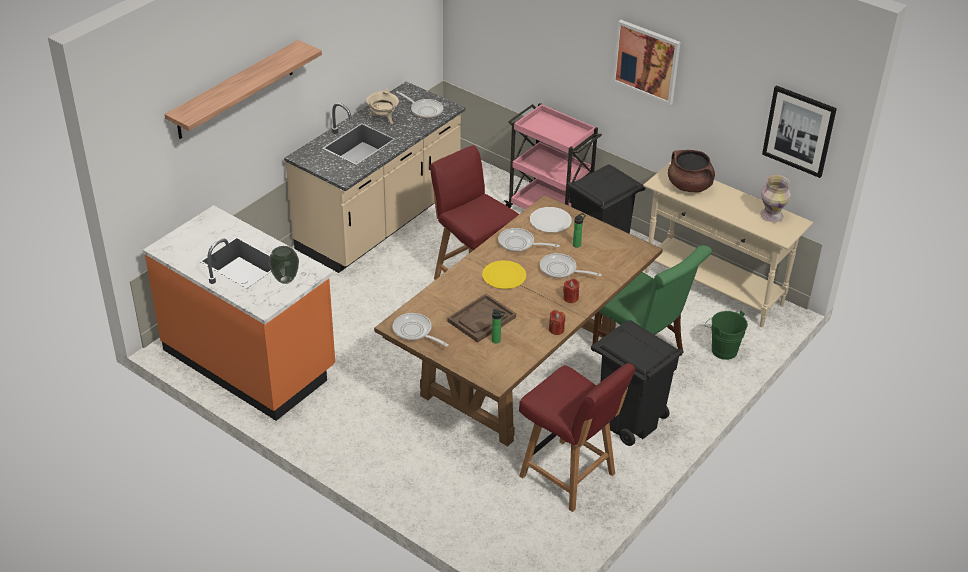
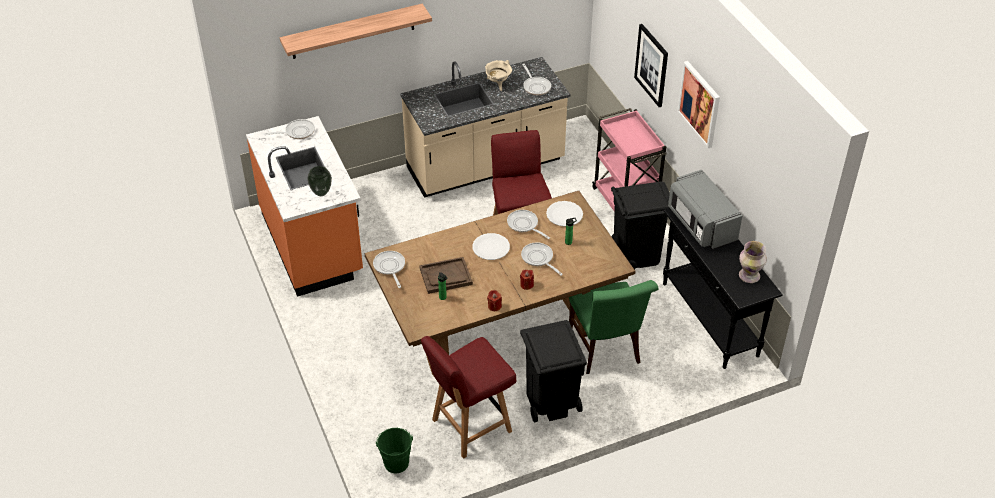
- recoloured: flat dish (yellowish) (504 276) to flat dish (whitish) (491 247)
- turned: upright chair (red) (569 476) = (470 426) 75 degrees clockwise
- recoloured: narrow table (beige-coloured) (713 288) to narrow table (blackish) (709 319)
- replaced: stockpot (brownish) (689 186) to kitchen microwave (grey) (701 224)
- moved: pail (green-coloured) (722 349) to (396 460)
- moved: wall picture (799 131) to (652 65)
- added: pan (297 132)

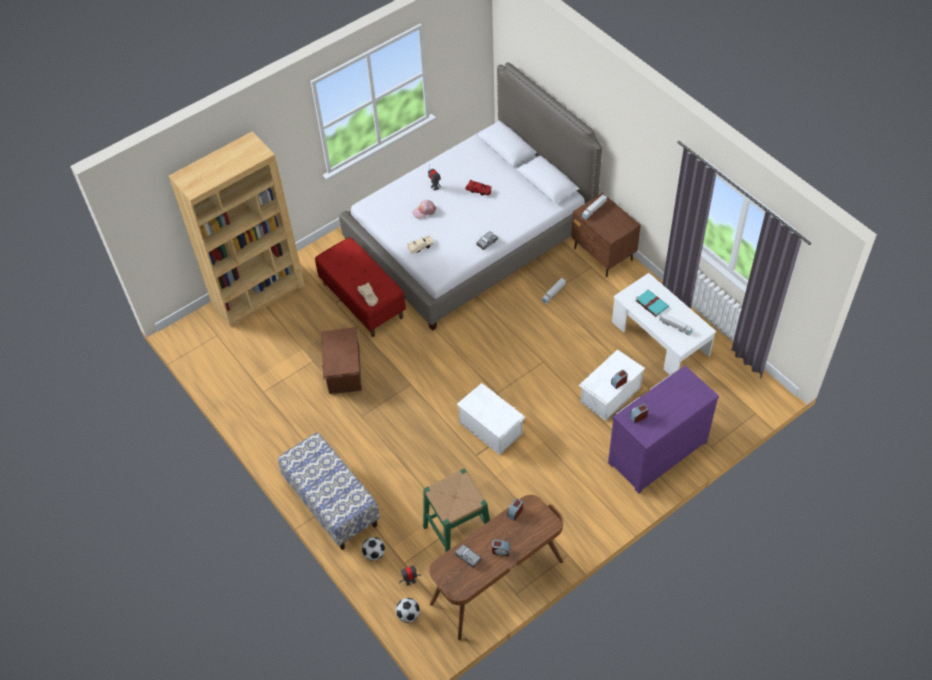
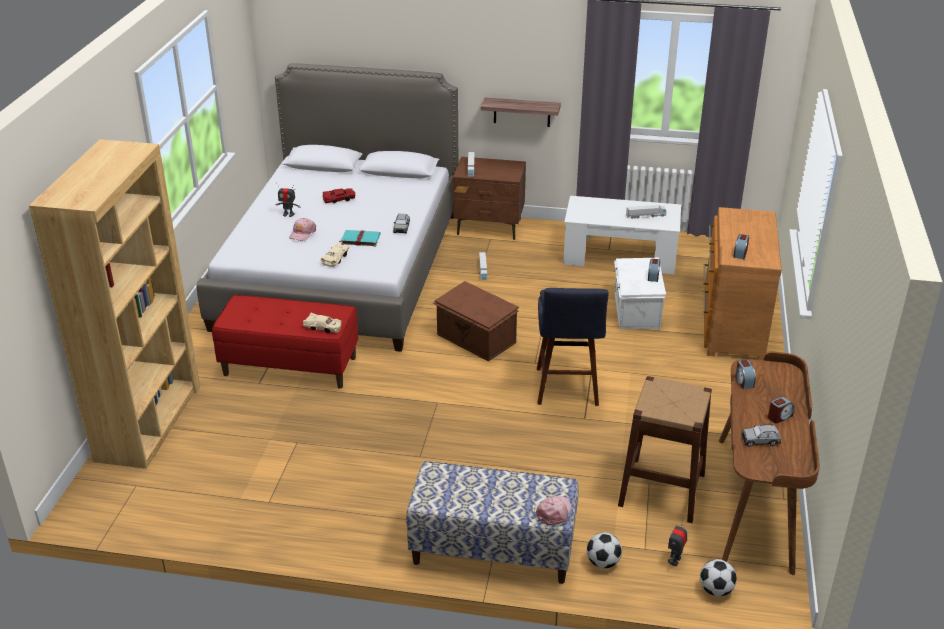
- moved: storage box (brownish) (343 370) to (476 339)
- recoloured: sitting stool (green-coloured) (458 534) to sitting stool (brownish) (661 489)
- replaced: storage box (whitish) (491 427) to sitting stool (bluish) (567 390)
- recoloured: dresser (purplish) (655 451) to dresser (brownish) (731 326)
- moved: bound book (turquoise) (651 303) to (360 239)
- added: bracket shelf (522 112)
- added: cap (pinkish) (554 512)

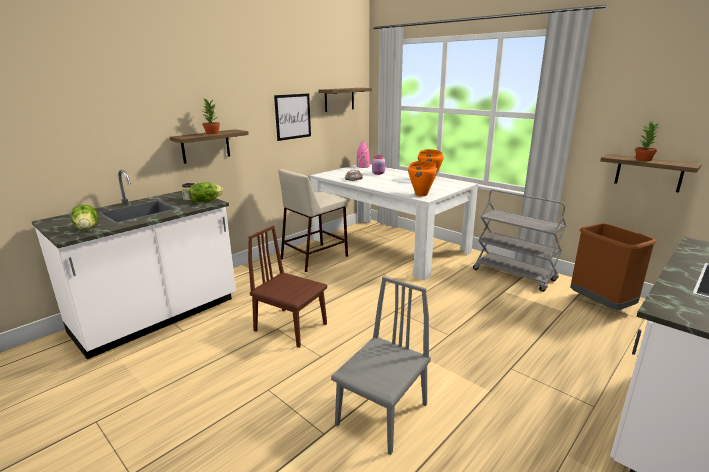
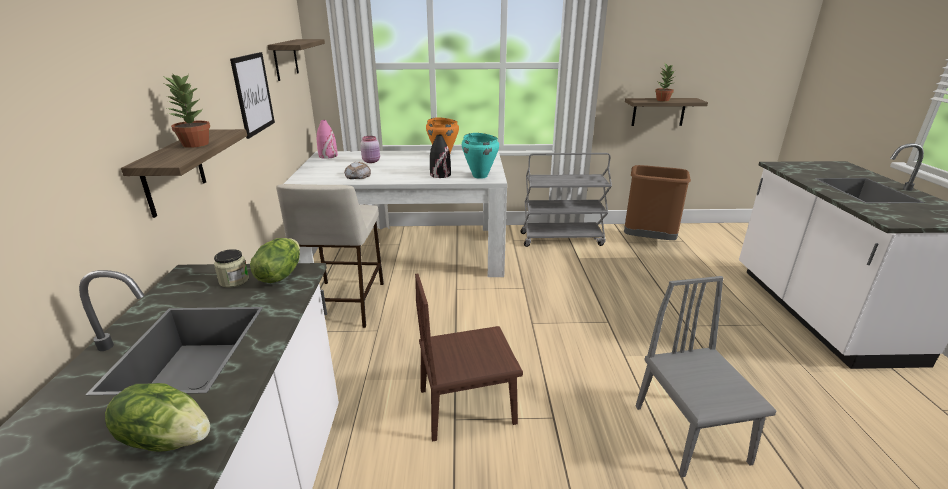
- recoloured: stockpot (orange) (421 194) to stockpot (turquoise) (480 176)
- added: decorative vase (blackish) (440 175)

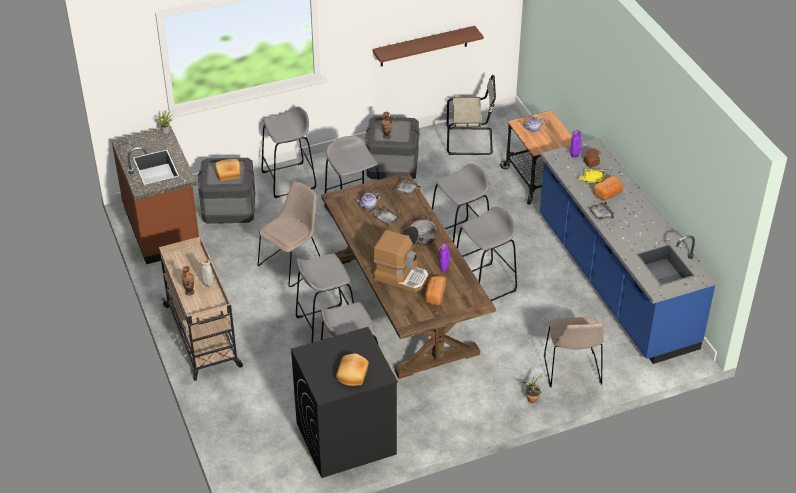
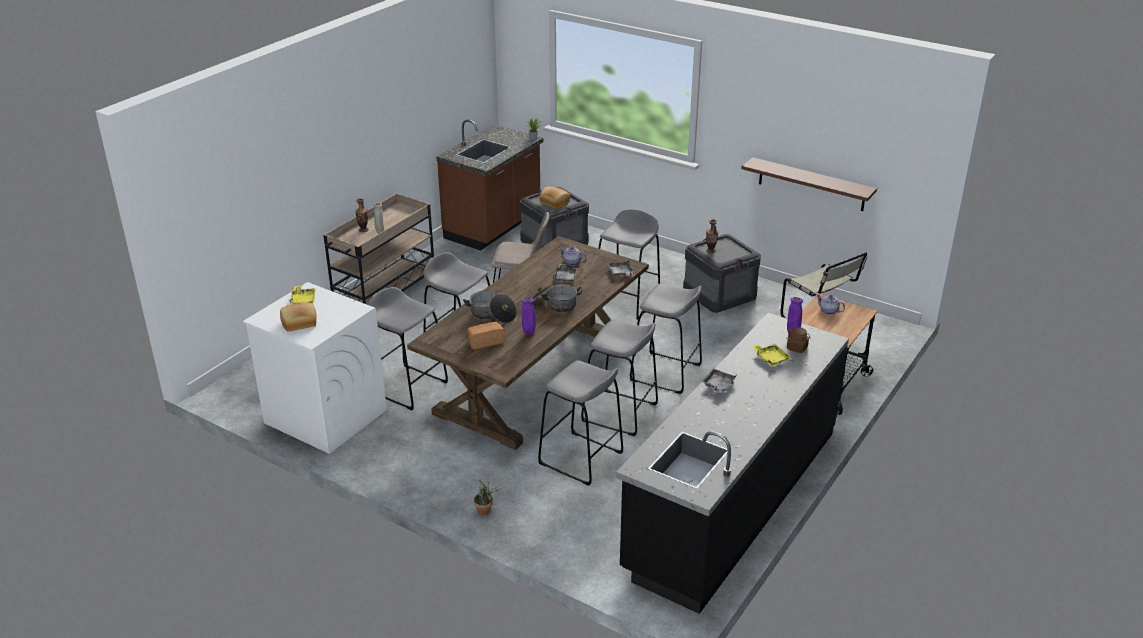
- moved: sitting stool (grey) (289 180) to (581 458)
- recoloured: laundry appliance (blackish) (345 439) to laundry appliance (whitish) (324 416)
- replaced: coffee machine (401 276) to stockpot (492 314)
- recoloured: kitchen base unit (bluish) (614 281) to kitchen base unit (blackish) (732 499)
- removed: upright chair (beige-coloured) (572 371)
- removed: bread (608 194)
- added: serving tray (yellowish) (303 300)

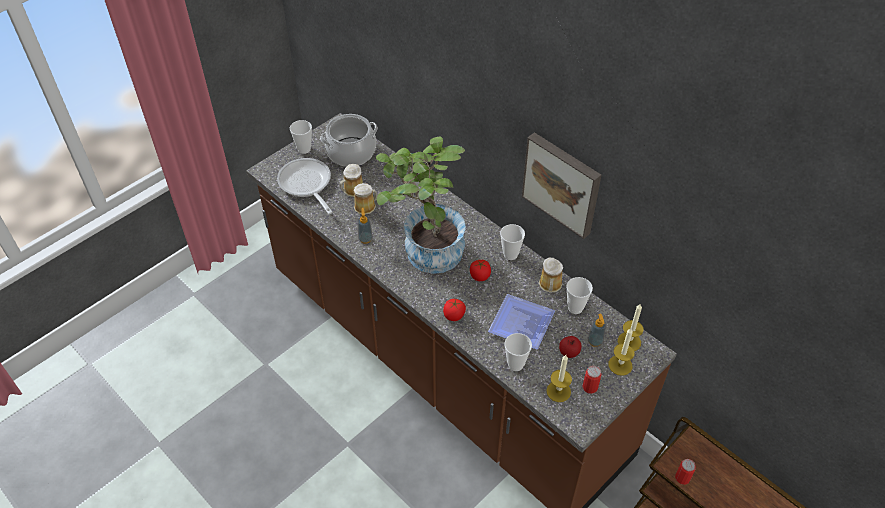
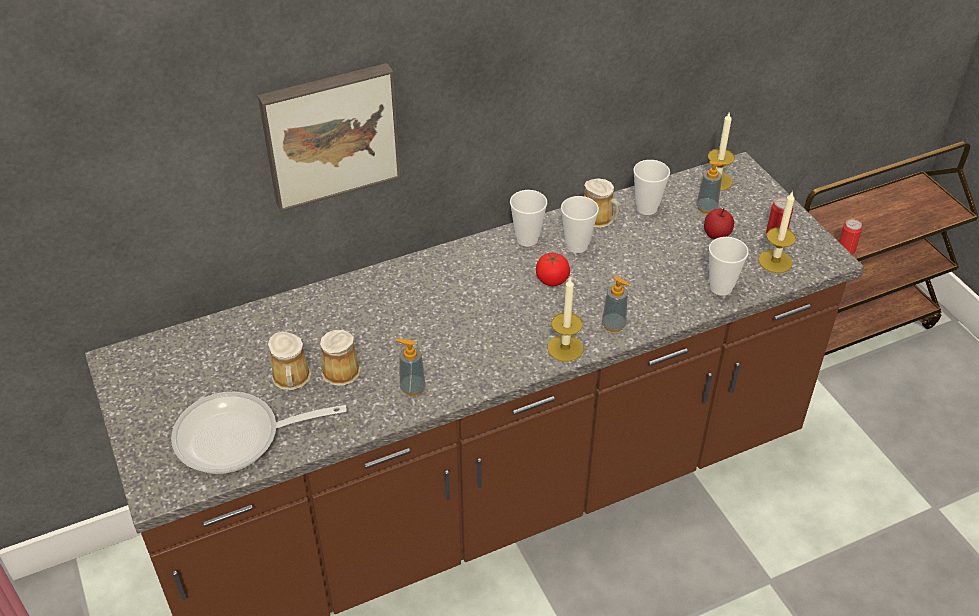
- moved: cup (304 149) to (577 245)
- removed: stockpot (351 152)
- removed: plant in a pot (425 249)
- replaced: fresh tomato (454 315) to soap bottle (613 325)
- removed: flat dish (519 324)
- moved: wall picture (562 183) to (330 134)
- moved: candle (620 365) to (565 348)

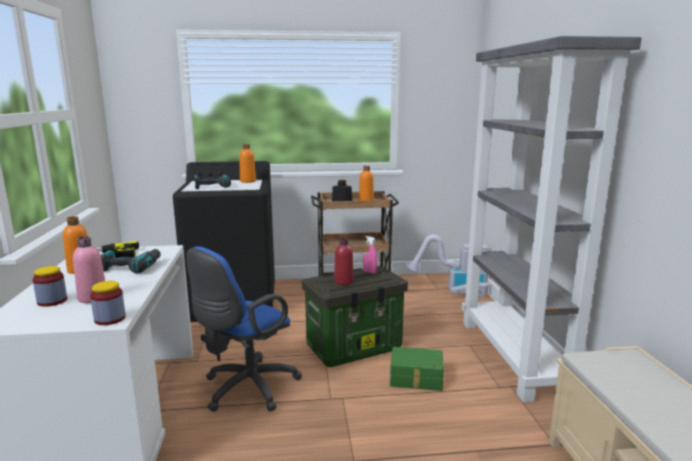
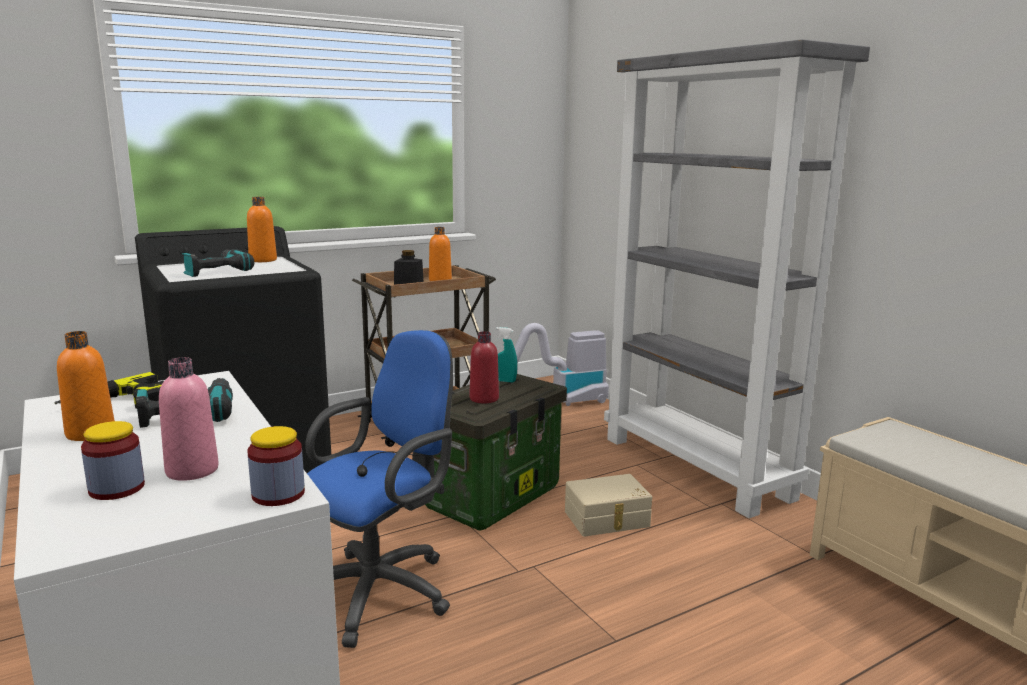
- turned: computer chair (bluish) (246 389) = (382 589) 150 degrees counterclockwise
- recoloured: spray bottle (pinkish) (370 272) to spray bottle (turquoise) (504 381)
- recoloured: storage box (green-coloured) (416 379) to storage box (beige-coloured) (607 520)

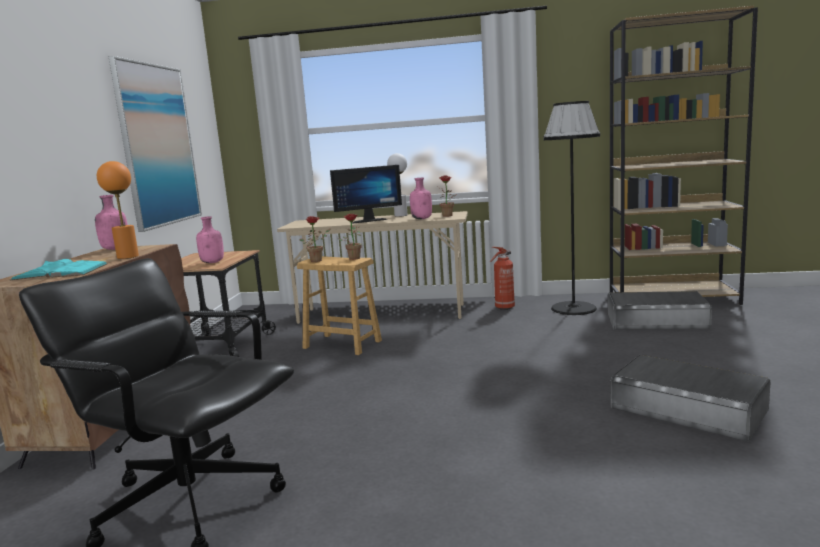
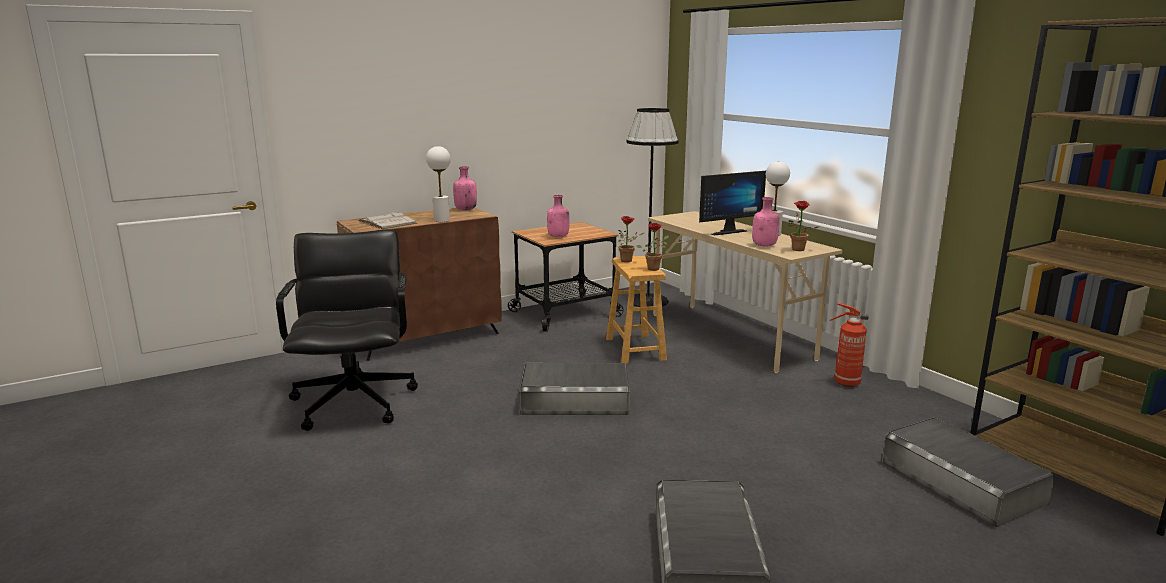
- recoloured: bound book (turquoise) (61 272) to bound book (whitish) (387 222)
- recoloured: table lamp (orange) (128 257) to table lamp (whitish) (442 220)
- removed: wall picture (158 145)
- turned: computer screen (368 220) = (726 231) 60 degrees counterclockwise
- moved: floor lamp (blackish) (573 308) to (648 301)
- added: storage box (grey) (574 400)

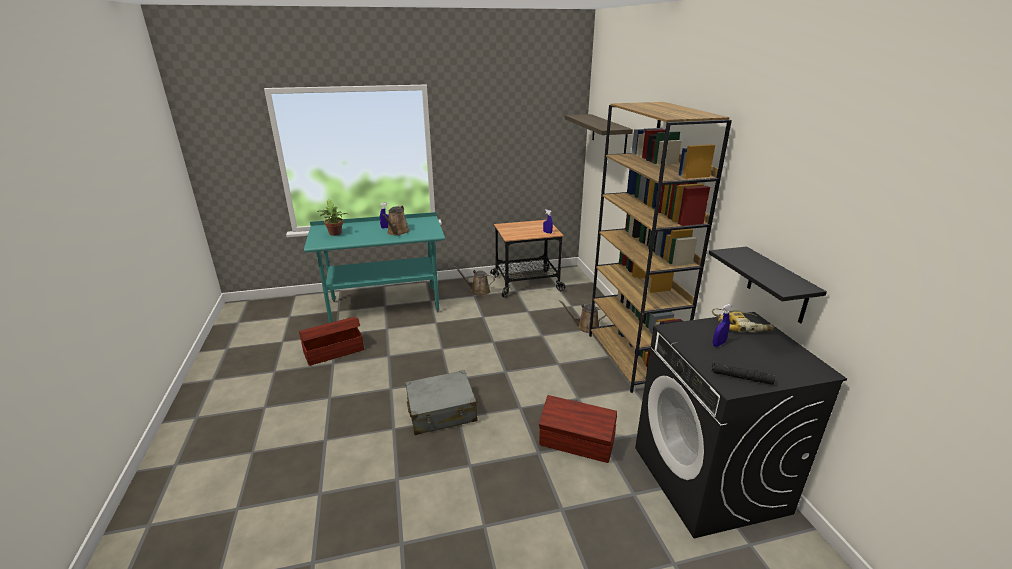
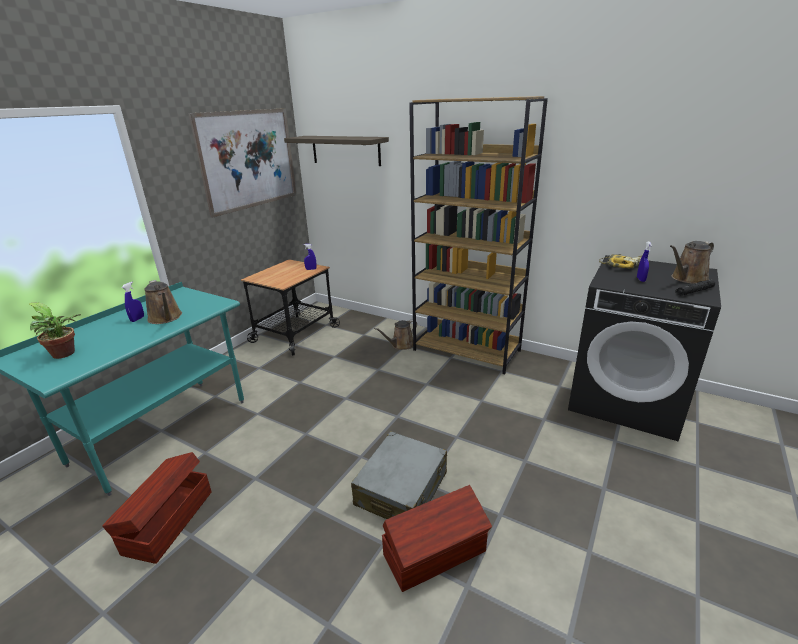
- moved: watering can (brownish) (478 291) to (687 279)
- moved: storage box (brownish) (577 444) to (436 554)
- removed: bracket shelf (blackish) (778 285)
- added: wall picture (249 159)

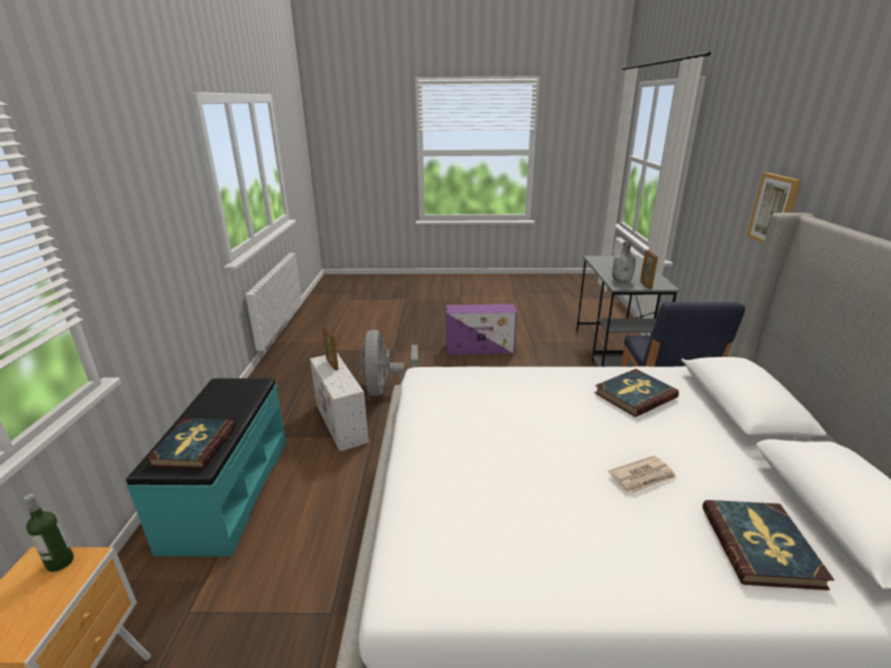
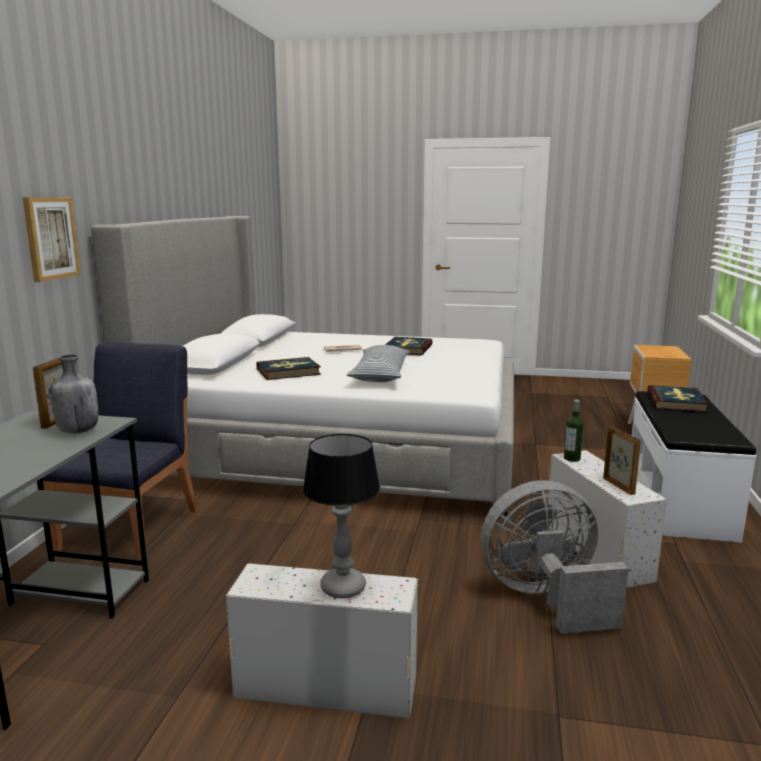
- moved: bottle (60 562) to (572 458)
- recoloured: bench (turquoise) (228 491) to bench (whitish) (679 500)
- turned: fan (grey) (385 389) = (545 598) 105 degrees counterclockwise
- recoloured: storage box (purplish) (480 349) to storage box (whitish) (323 687)
- moved: bound book (760 546) to (407 349)
- added: table lamp (343 588)
- added: throw pillow (380 374)

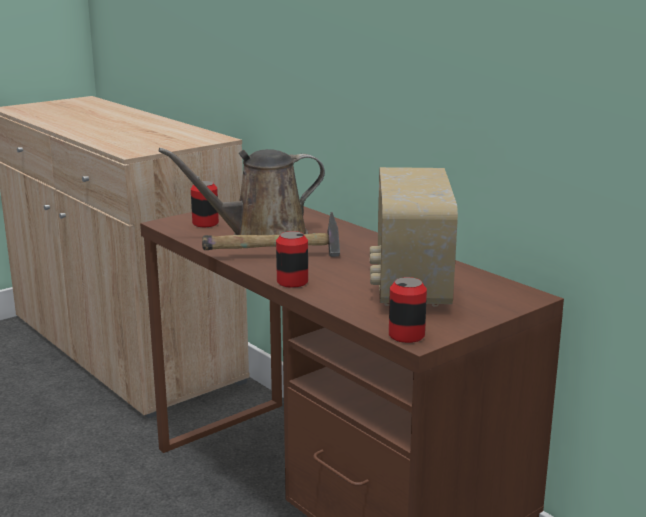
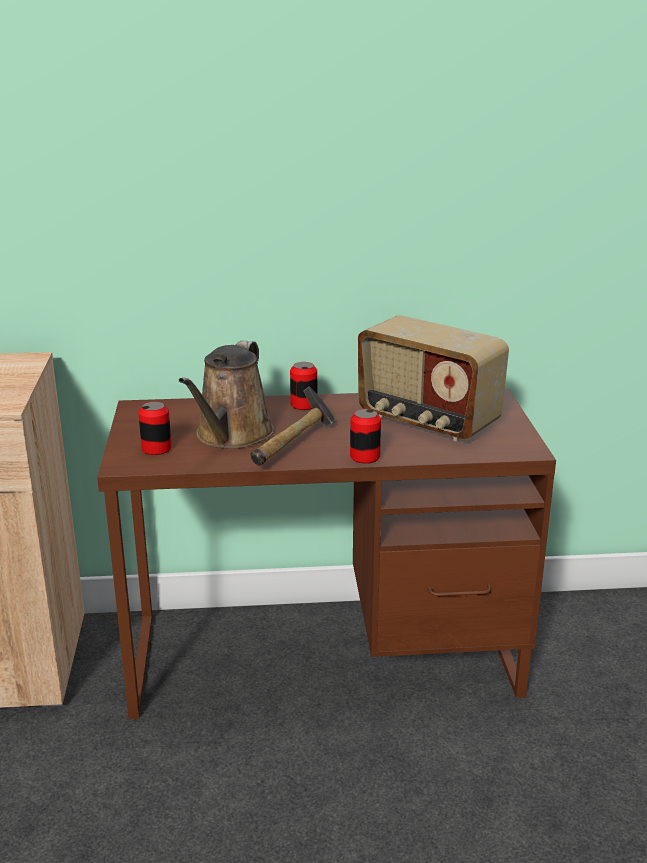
- moved: can (406 335) to (304 405)

